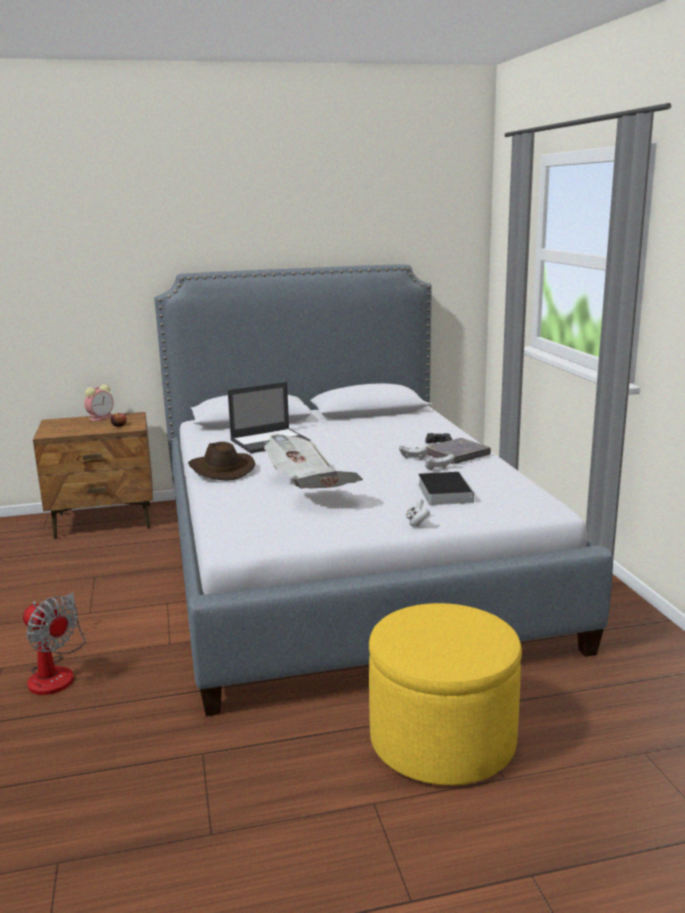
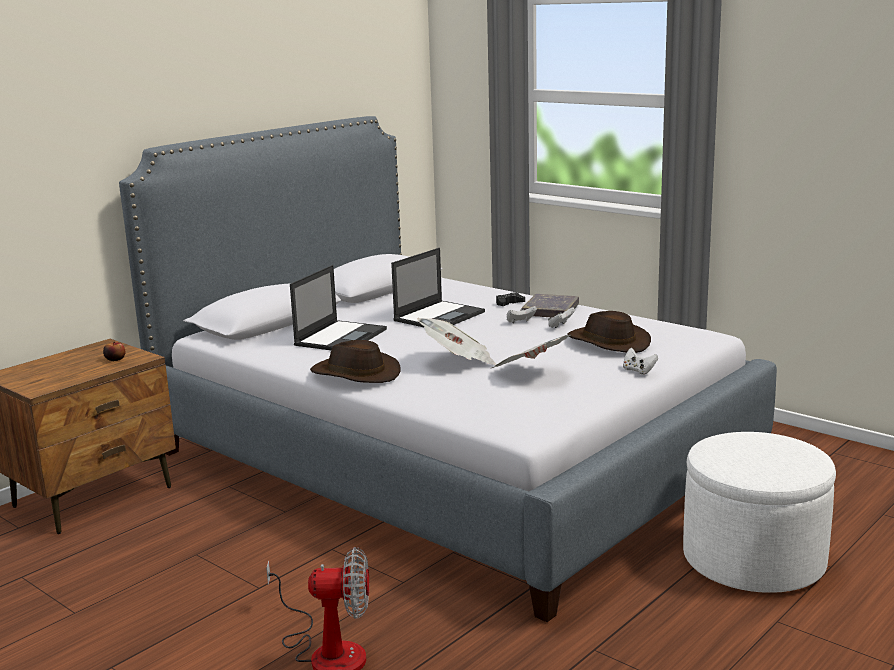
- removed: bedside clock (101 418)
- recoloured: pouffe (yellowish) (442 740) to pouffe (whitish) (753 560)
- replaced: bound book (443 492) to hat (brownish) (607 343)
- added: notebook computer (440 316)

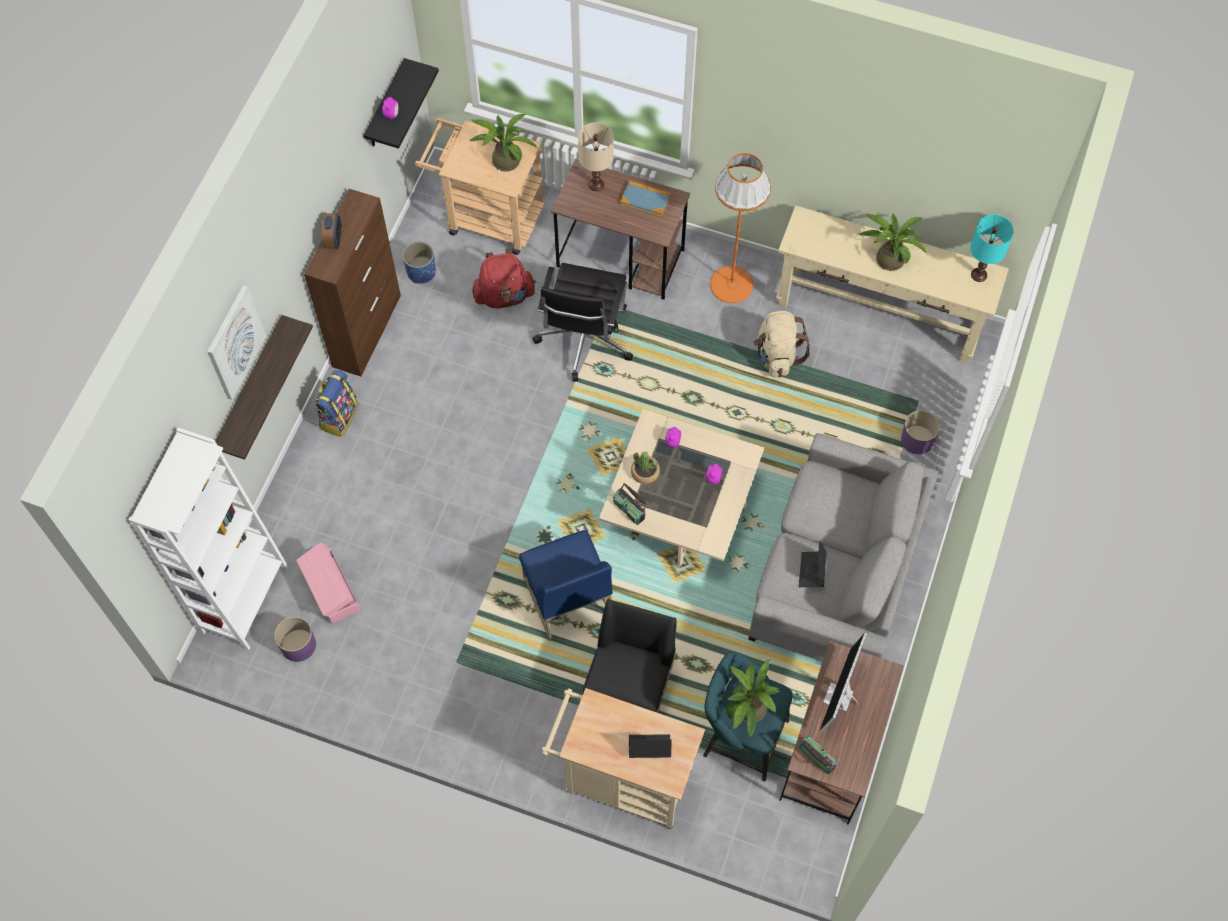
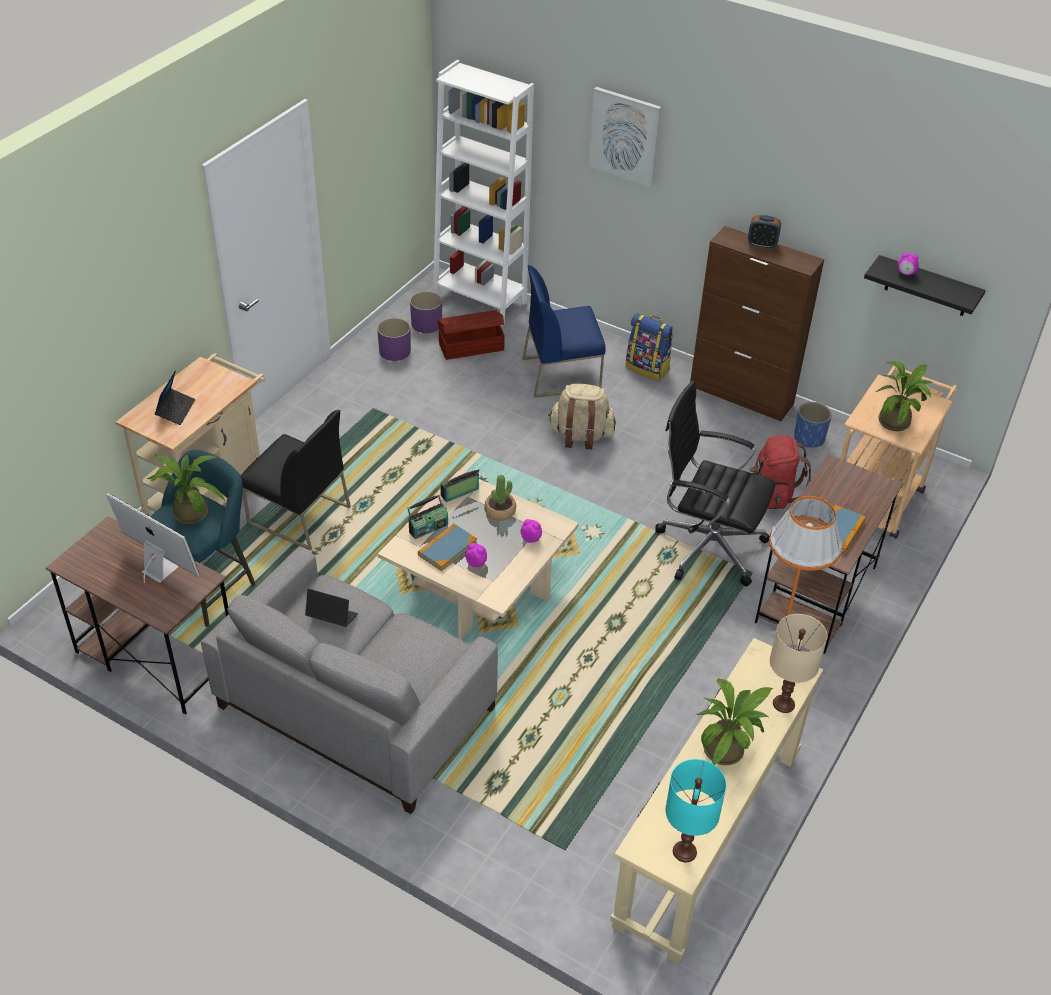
- removed: bracket shelf (250 388)
- recoloured: storage box (pinkish) (331 591) to storage box (brownish) (470 346)
- moved: upright chair (bluish) (567 597) to (561 374)
- moved: table lamp (beige-coloured) (596 184) to (784 704)
- moved: knapsack (beige-coloured) (777 355) to (580 436)
- moved: radio receiver (816 758) to (428 527)
- moved: flower pot (purplish) (917 440) to (394 351)
- added: bound book (447 549)

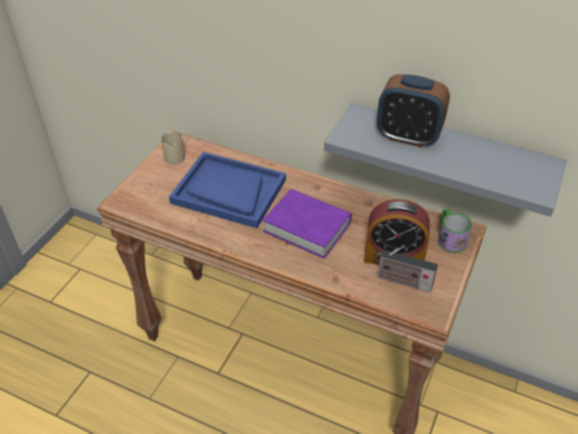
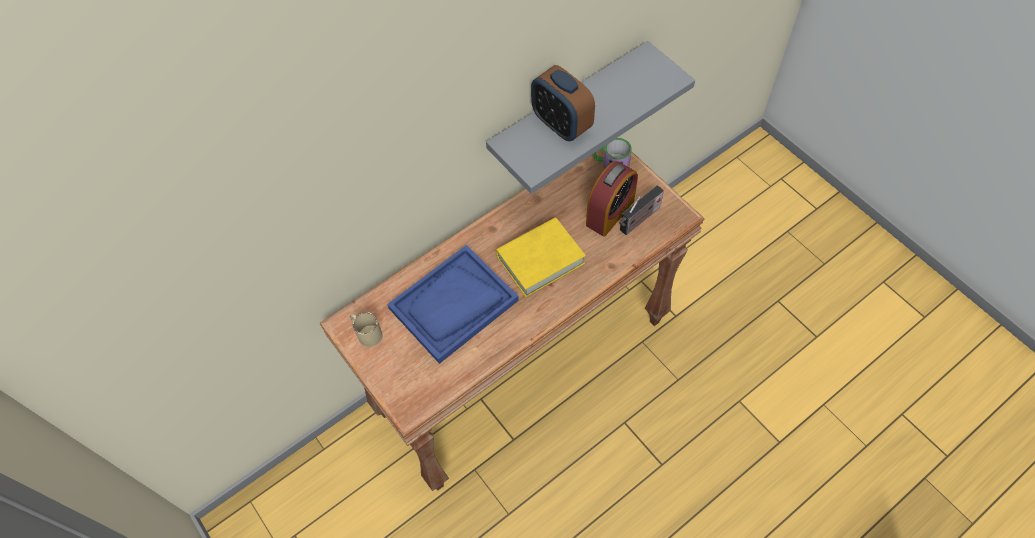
- recoloured: bound book (purplish) (307 227) to bound book (yellowish) (540 260)
- turned: bedside clock (408 137) = (561 125) 90 degrees clockwise

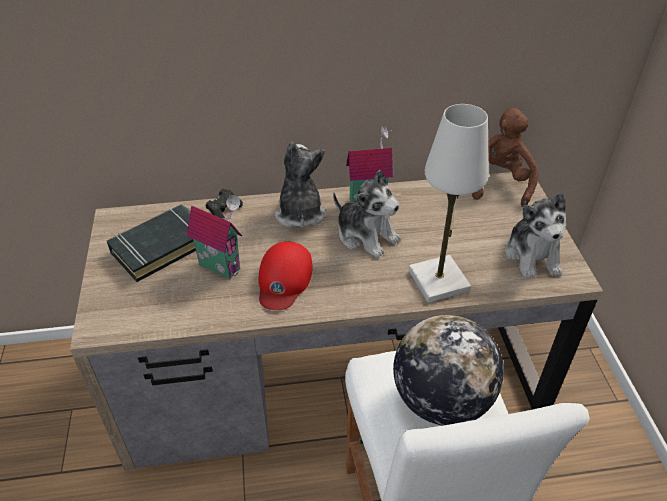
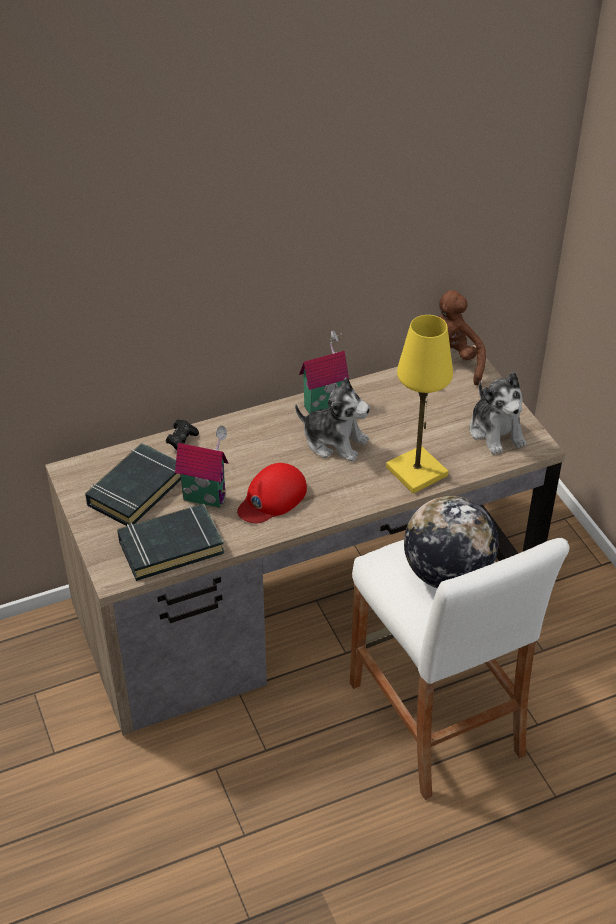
- turned: cap (red) (284 279) = (272 498) 45 degrees clockwise
- removed: soft toy (300 213)
- recoloured: table lamp (whitish) (439 281) to table lamp (yellowish) (417 472)
- added: bound book (blackish) (170 546)

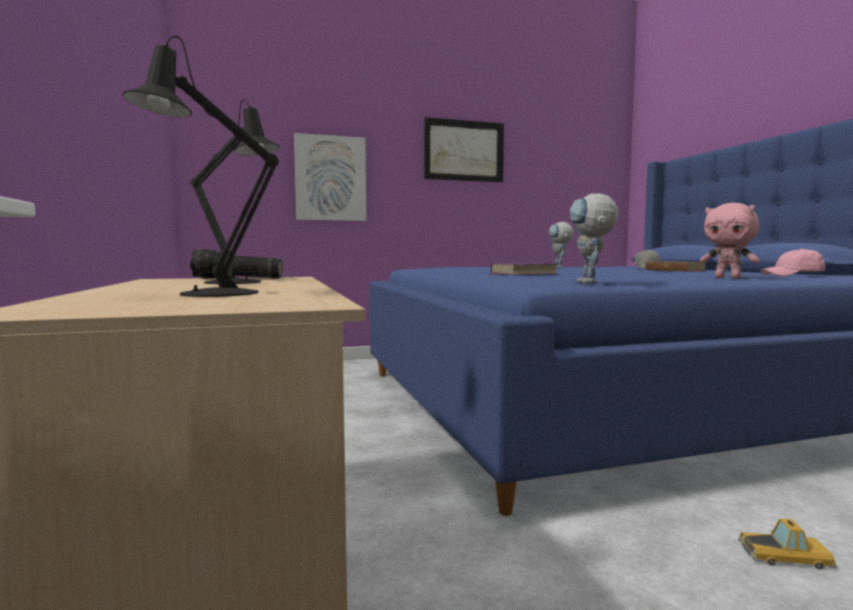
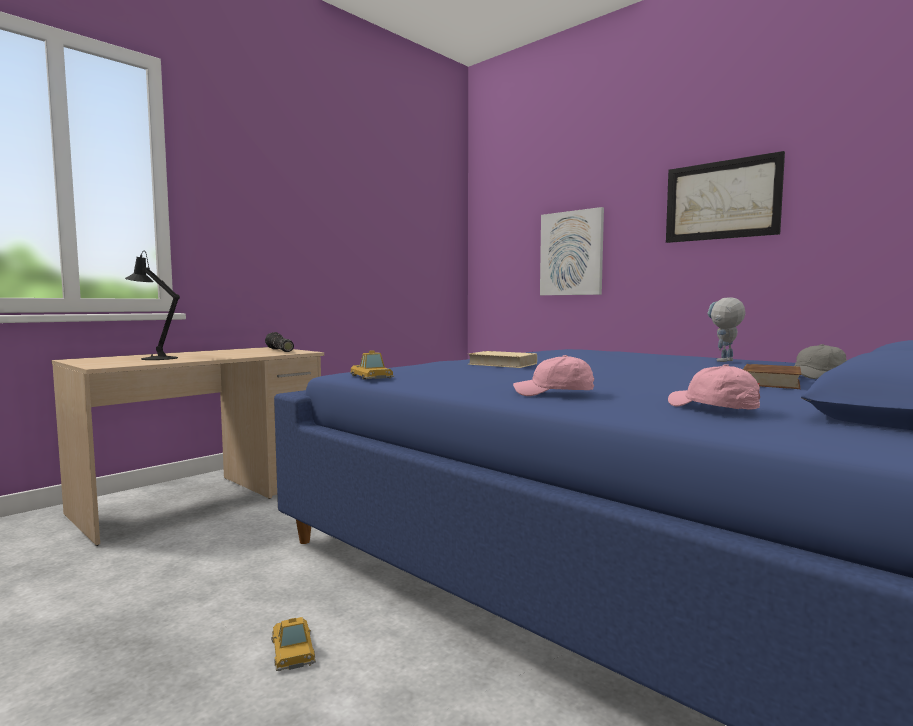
- removed: table lamp (blackish) (240 282)
- recoloured: bound book (purplish) (523 274) to bound book (beige-coloured) (502 364)
- replaced: model robot (591 283) to model car (371 377)
- replaced: soft toy (pinkish) (728 278) to cap (pinkish) (554 394)

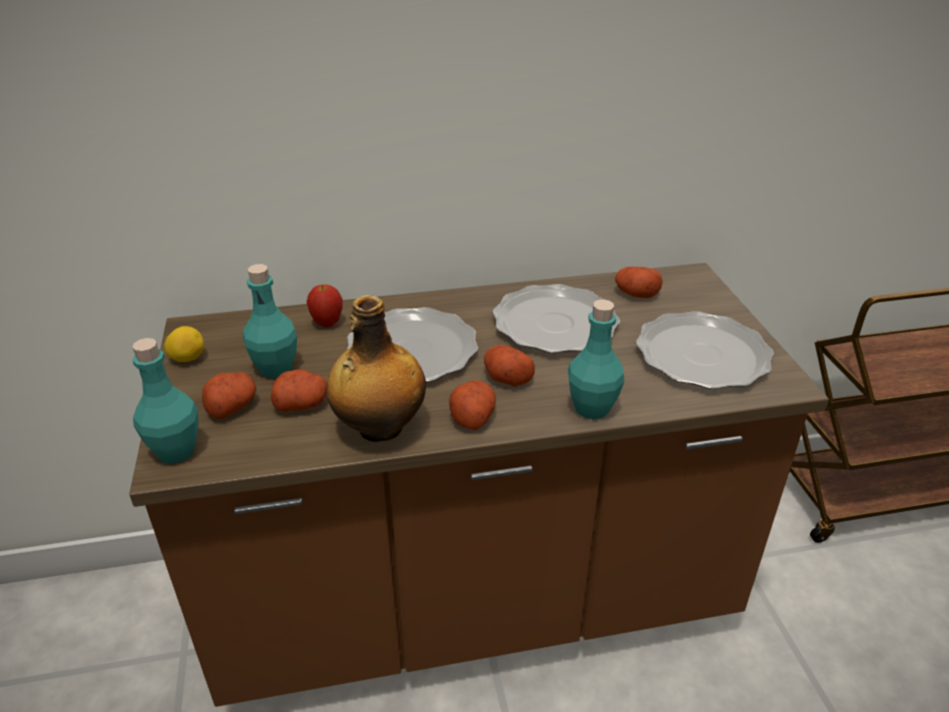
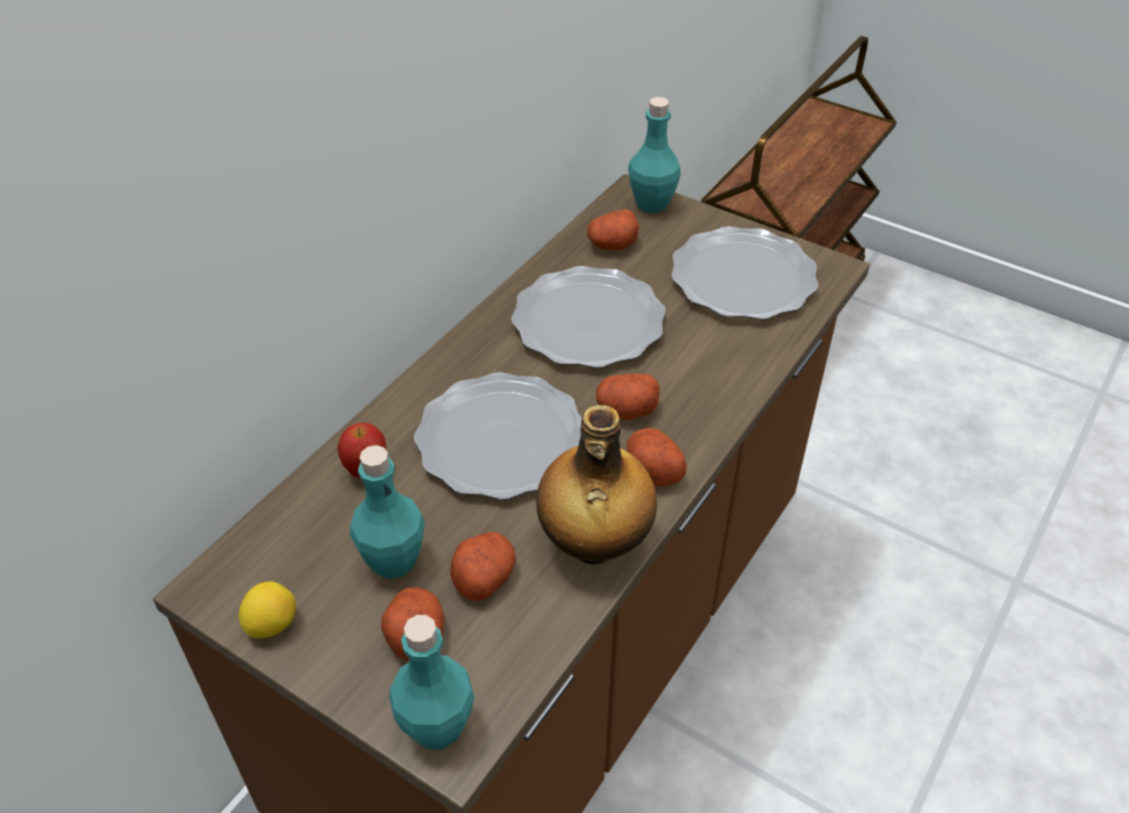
- moved: bottle (turquoise) (592 408) to (652 203)

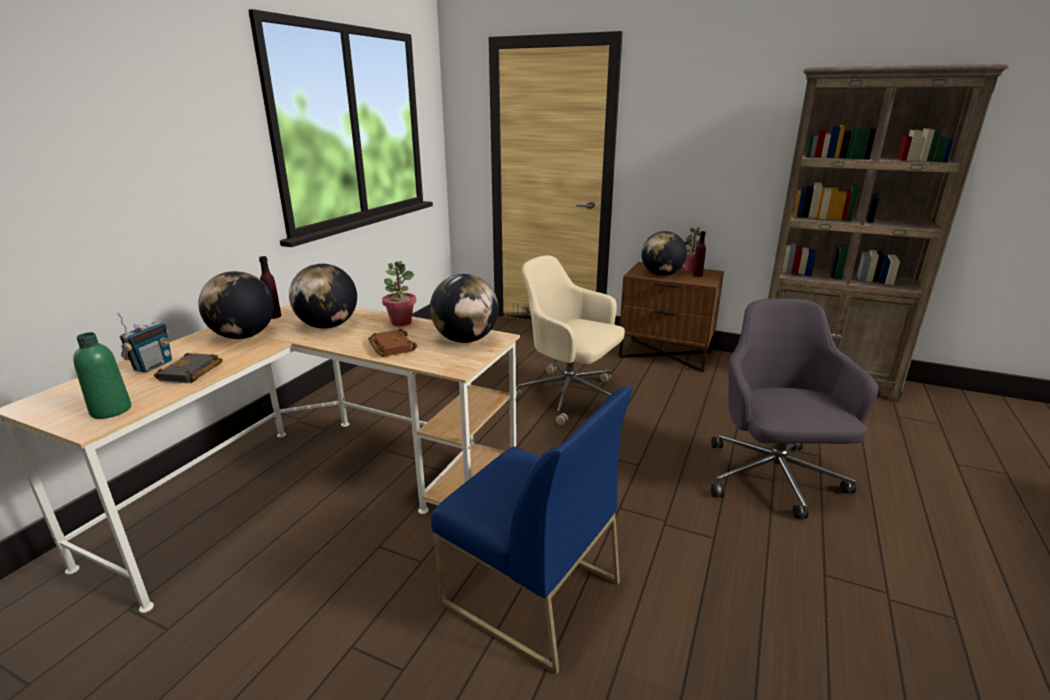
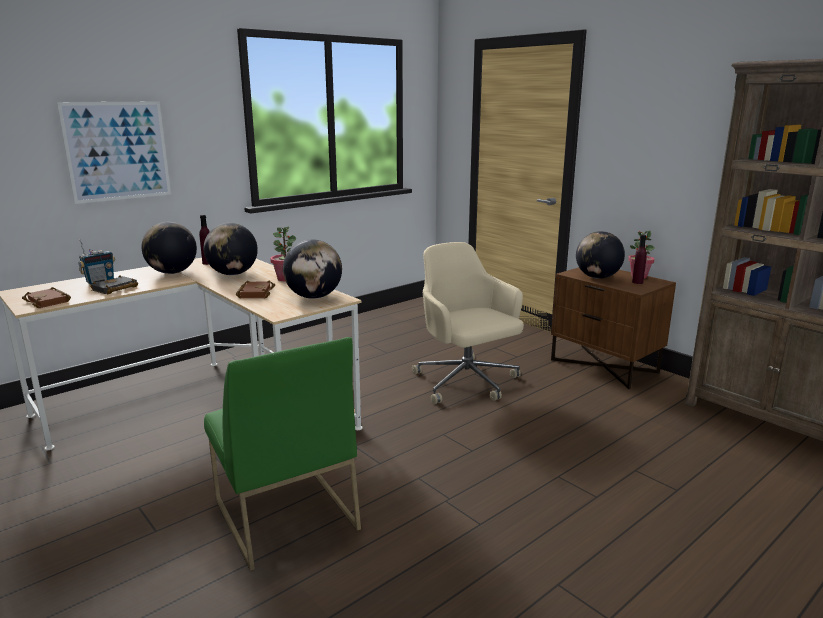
- replaced: bottle (green-coloured) (111 410) to bound book (brownish) (49 301)
- recoloured: upright chair (bluish) (529 593) to upright chair (green-coloured) (284 514)
- removed: computer chair (grey) (773 479)
- added: wall picture (117 151)

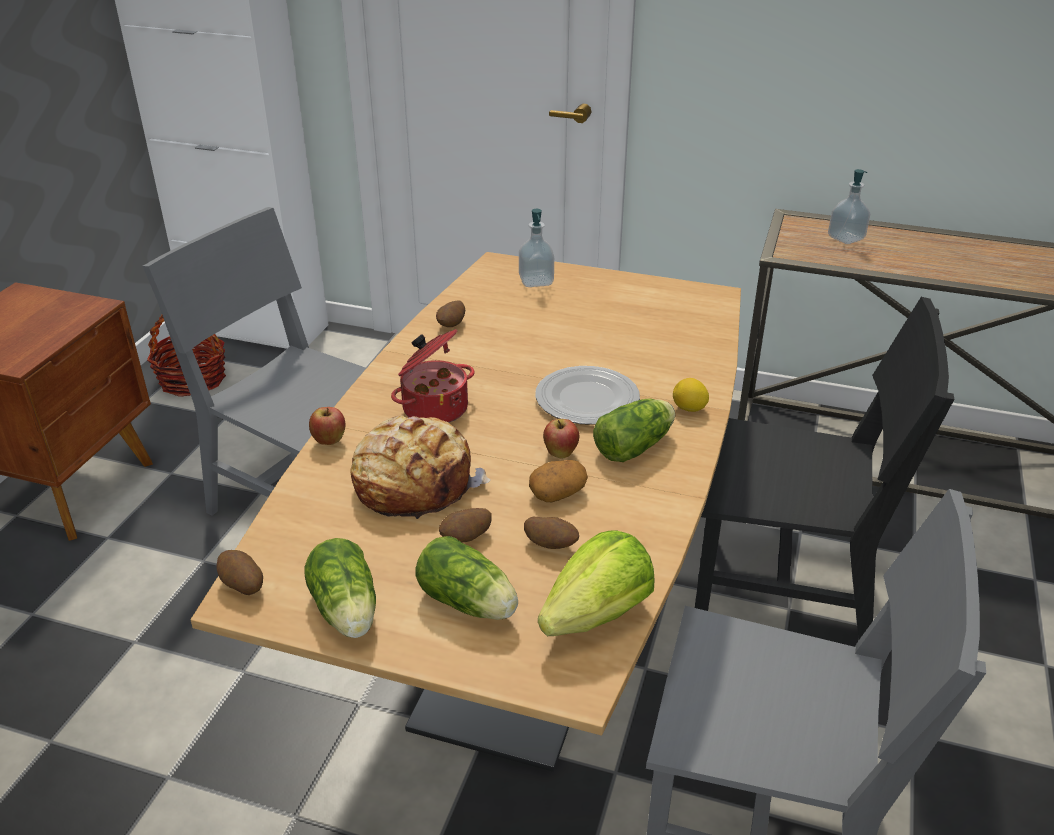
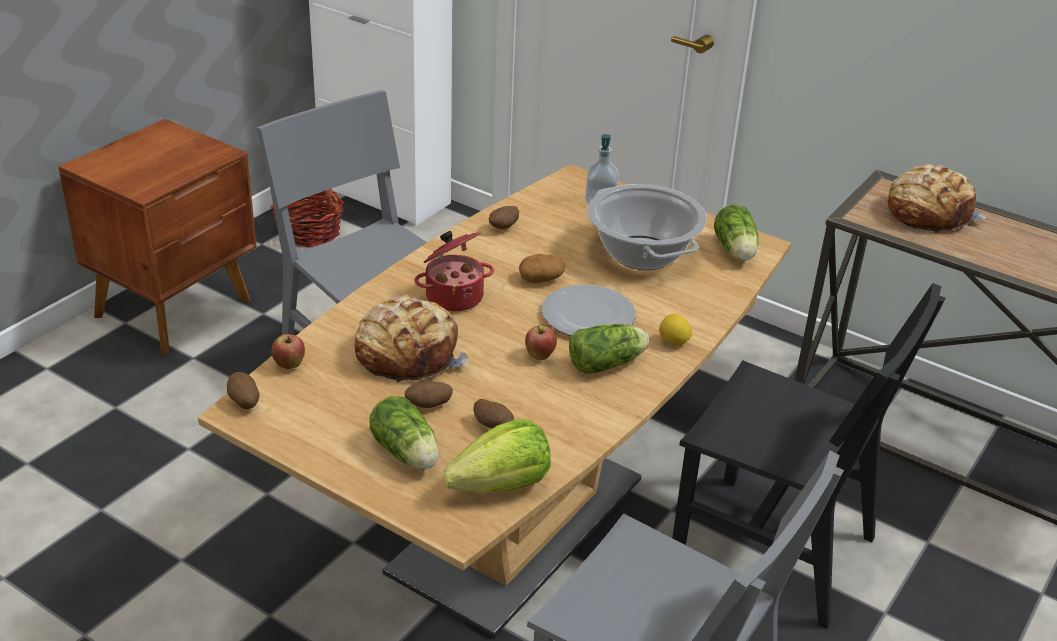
- moved: lettuce (347 612) to (735 251)
- moved: apple (329 442) to (289 366)
- moved: spud (557 492) to (541 278)
- replaced: soap bottle (846 238) to bread (928 212)
- added: stockpot (641 253)

